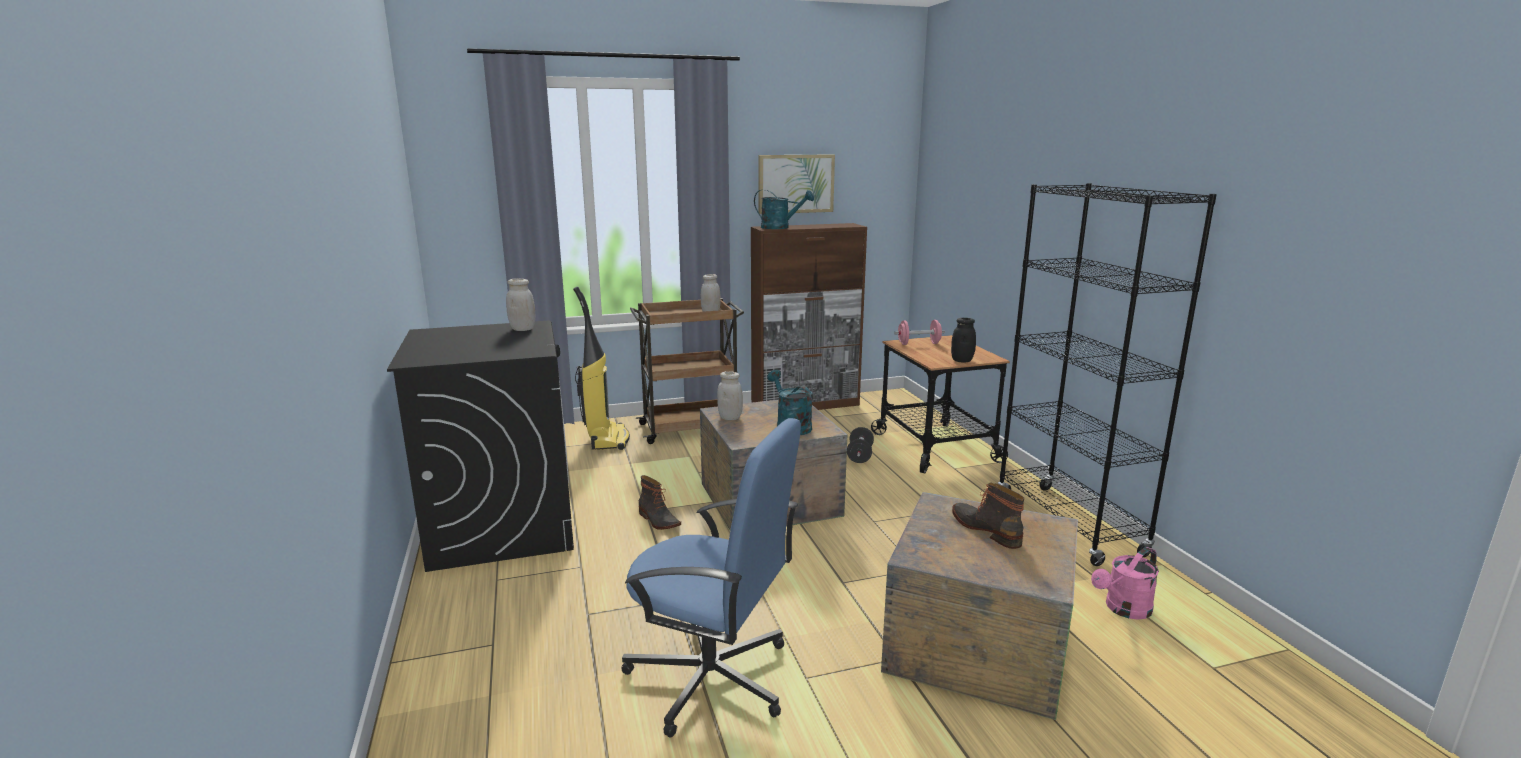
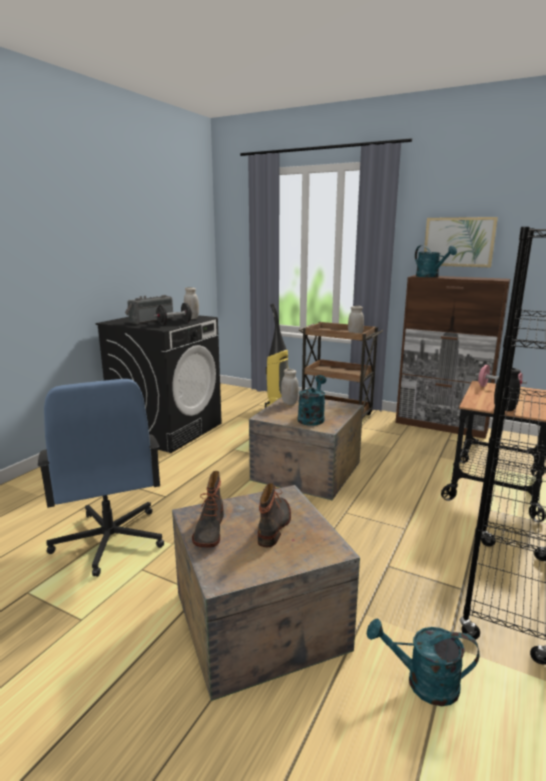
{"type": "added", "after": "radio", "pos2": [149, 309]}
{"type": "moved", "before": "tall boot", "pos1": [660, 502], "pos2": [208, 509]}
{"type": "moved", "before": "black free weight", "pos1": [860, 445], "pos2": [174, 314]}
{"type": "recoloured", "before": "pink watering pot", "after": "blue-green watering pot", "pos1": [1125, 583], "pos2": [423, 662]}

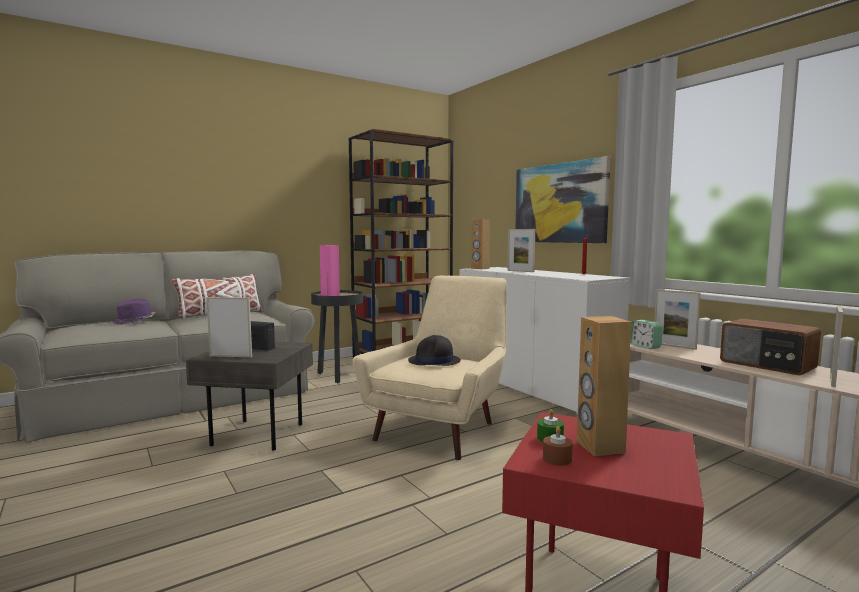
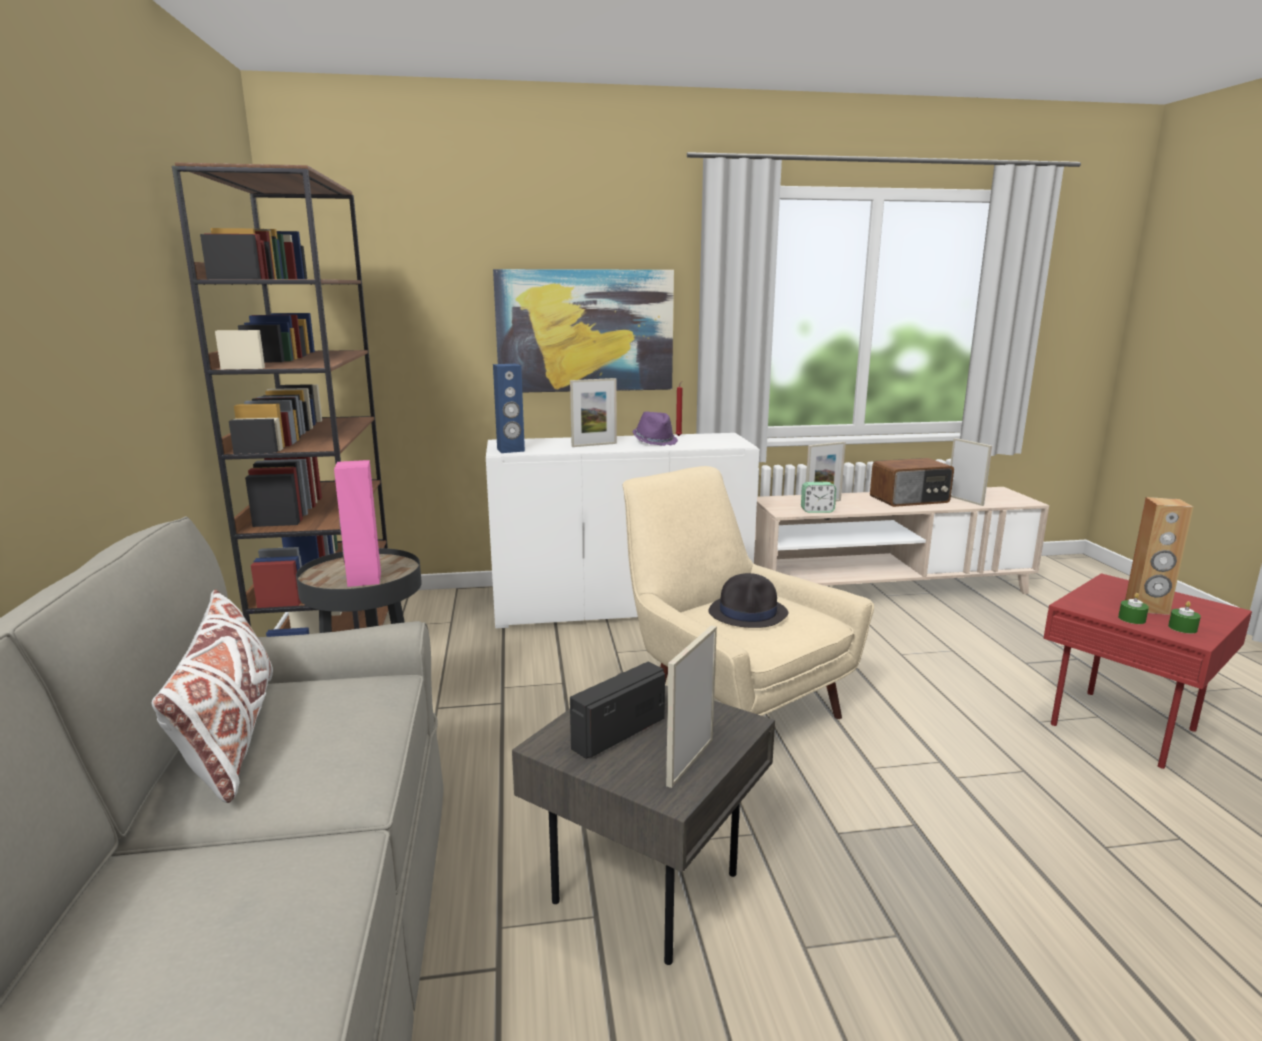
{"type": "moved", "before": "purple-coloured wearable hat", "pos1": [134, 312], "pos2": [655, 429]}
{"type": "recoloured", "before": "brown loudspeaker", "after": "blue-coloured loudspeaker", "pos1": [480, 244], "pos2": [509, 408]}
{"type": "recoloured", "before": "brown candle", "after": "green candle", "pos1": [558, 446], "pos2": [1184, 617]}

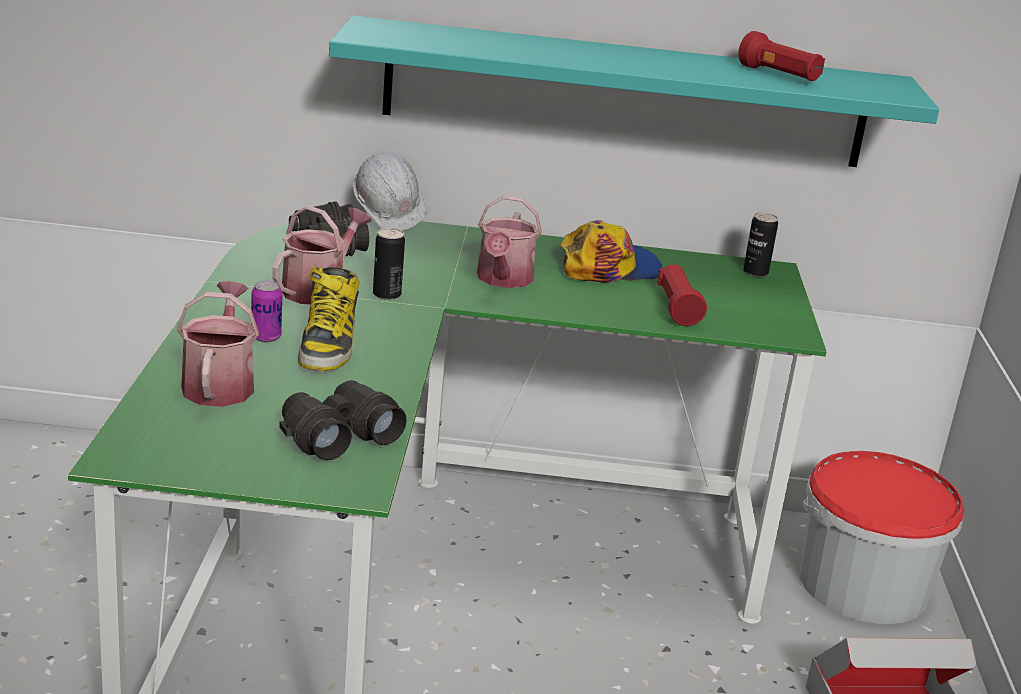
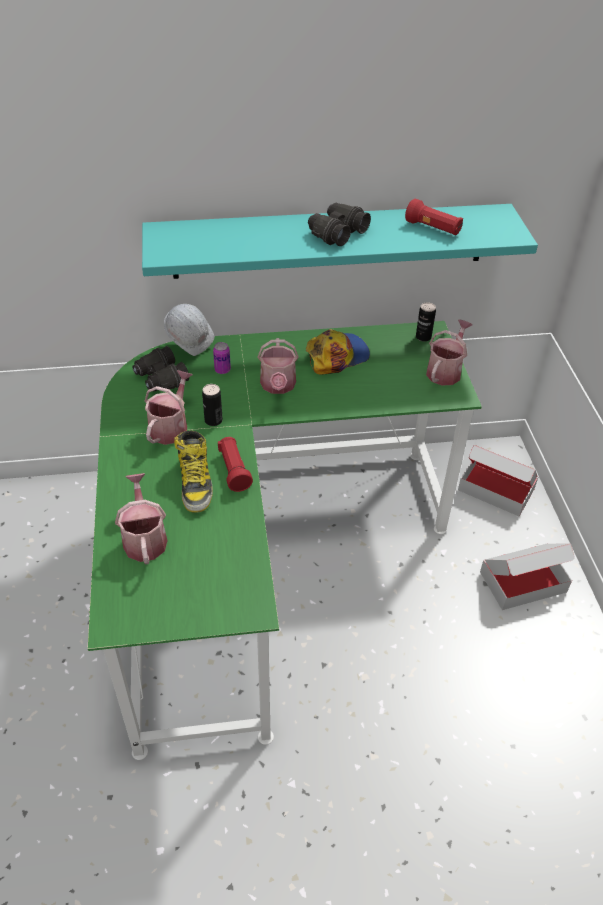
{"type": "added", "after": "watering pot", "pos2": [449, 352]}
{"type": "moved", "before": "can", "pos1": [266, 311], "pos2": [222, 358]}
{"type": "moved", "before": "black field glasses", "pos1": [343, 420], "pos2": [339, 224]}
{"type": "moved", "before": "red torch", "pos1": [682, 295], "pos2": [235, 464]}
{"type": "replaced", "before": "pail", "after": "packing box", "pos1": [882, 537], "pos2": [498, 480]}

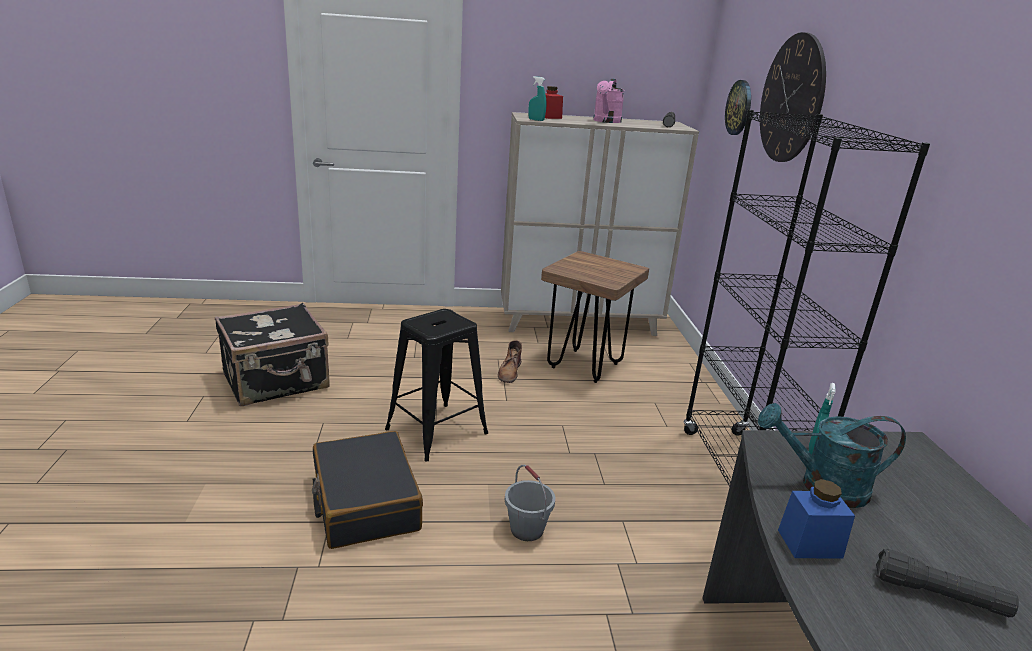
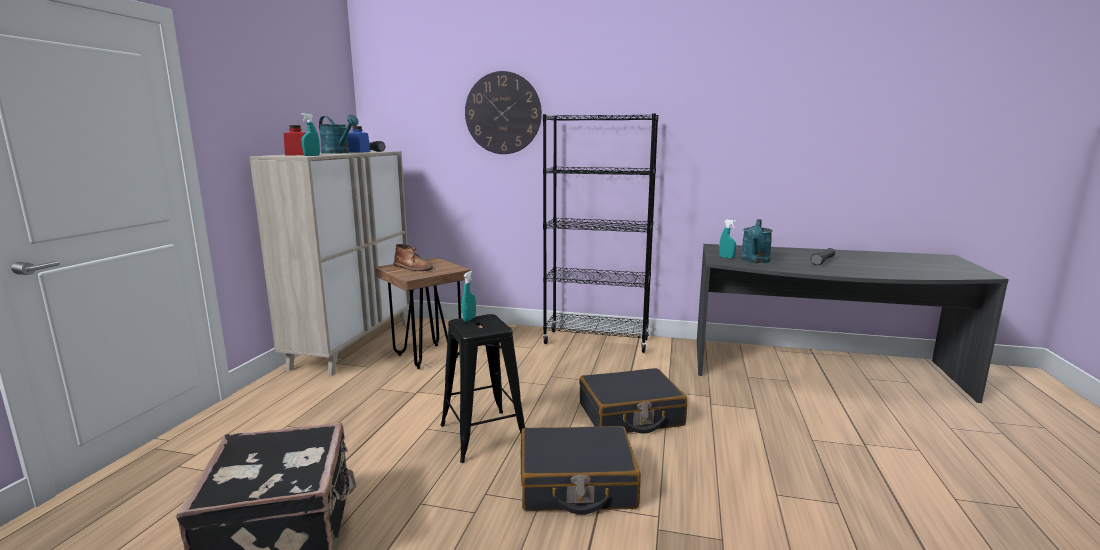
{"type": "removed", "before": "hanging clock", "pos1": [738, 107]}
{"type": "added", "after": "blue-green spray bottle", "pos2": [469, 296]}
{"type": "moved", "before": "brown tall boot", "pos1": [510, 361], "pos2": [413, 257]}
{"type": "moved", "before": "blue-coloured storage jar", "pos1": [816, 518], "pos2": [358, 139]}
{"type": "replaced", "before": "grey pail", "after": "black suitcase", "pos1": [530, 503], "pos2": [633, 401]}
{"type": "recoloured", "before": "pink watering pot", "after": "blue-green watering pot", "pos1": [609, 101], "pos2": [339, 134]}

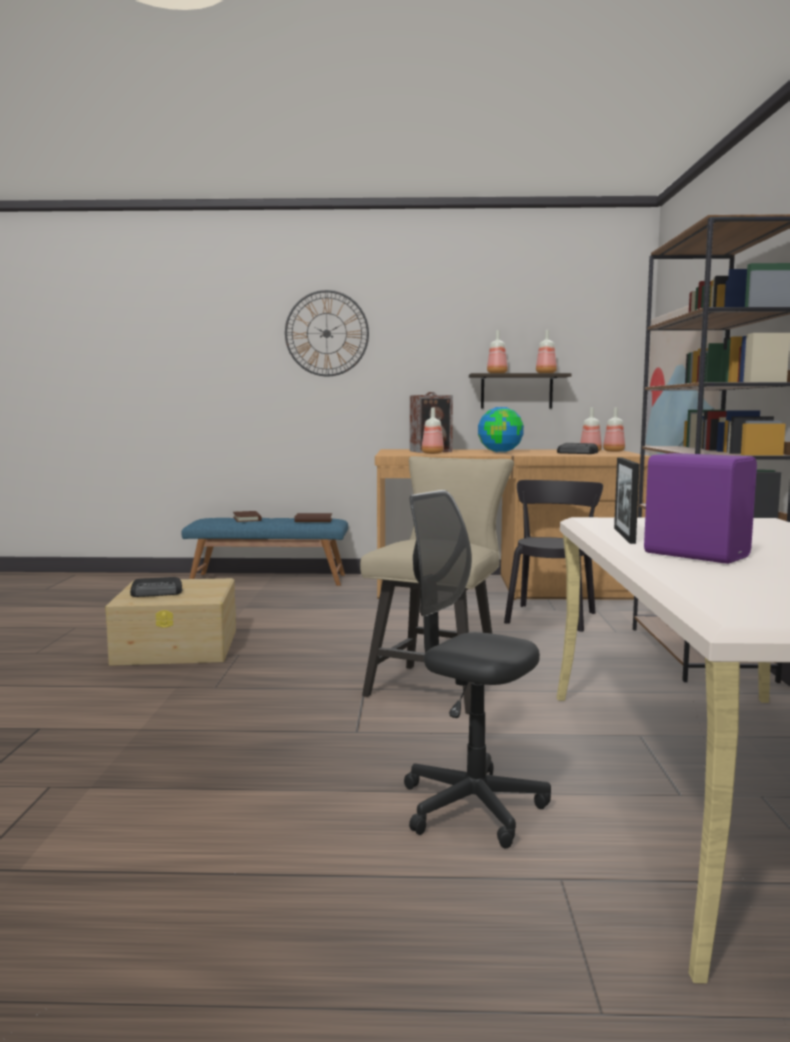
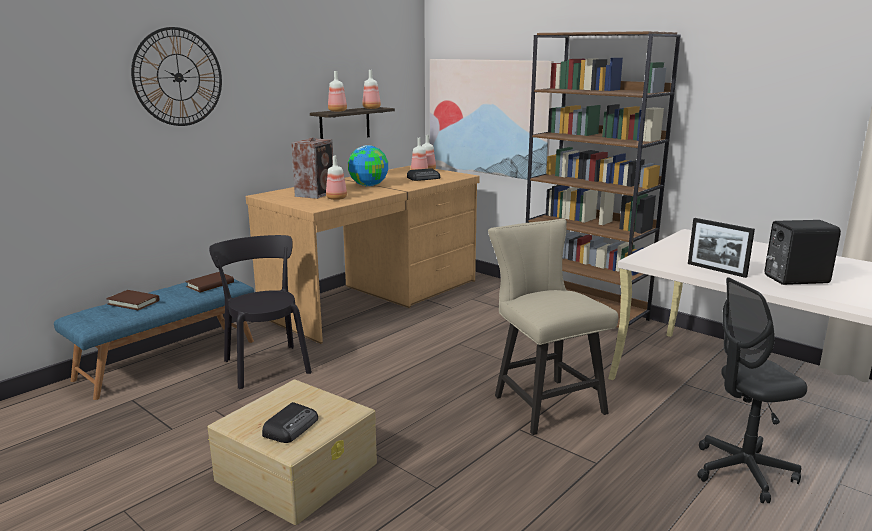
{"type": "moved", "before": "black plain chair", "pos1": [553, 556], "pos2": [260, 312]}
{"type": "recoloured", "before": "purple-coloured loudspeaker", "after": "black loudspeaker", "pos1": [700, 508], "pos2": [803, 252]}

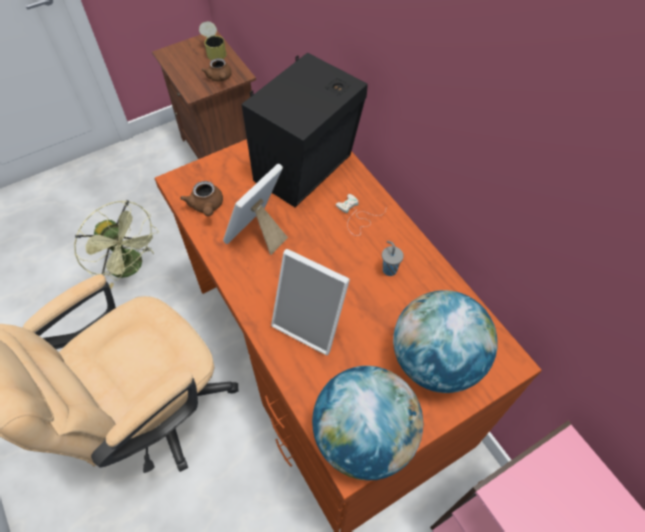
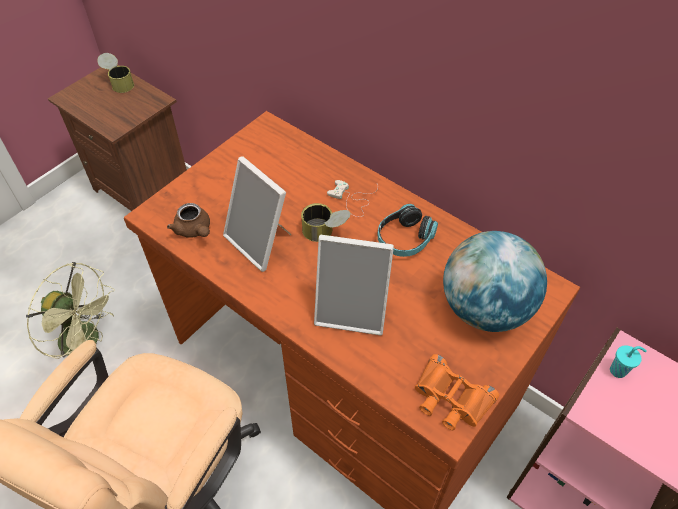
{"type": "removed", "before": "brown tea pot", "pos1": [216, 70]}
{"type": "removed", "before": "black loudspeaker", "pos1": [304, 130]}
{"type": "added", "after": "can", "pos2": [326, 222]}
{"type": "added", "after": "blue-green cup", "pos2": [628, 362]}
{"type": "replaced", "before": "world globe", "after": "orange-coloured field glasses", "pos1": [367, 423], "pos2": [457, 392]}
{"type": "replaced", "before": "grey cup", "after": "pair of headphones", "pos1": [393, 258], "pos2": [408, 230]}
{"type": "turned", "before": "photo frame", "pos1": [255, 209], "pos2": [257, 214], "turn": -60}

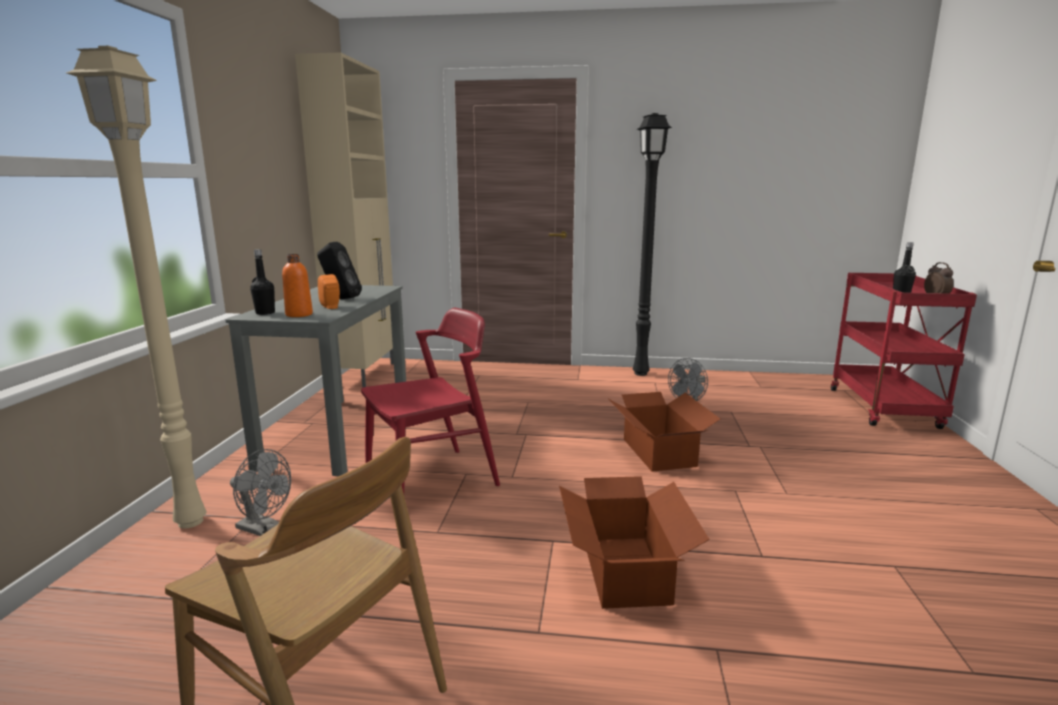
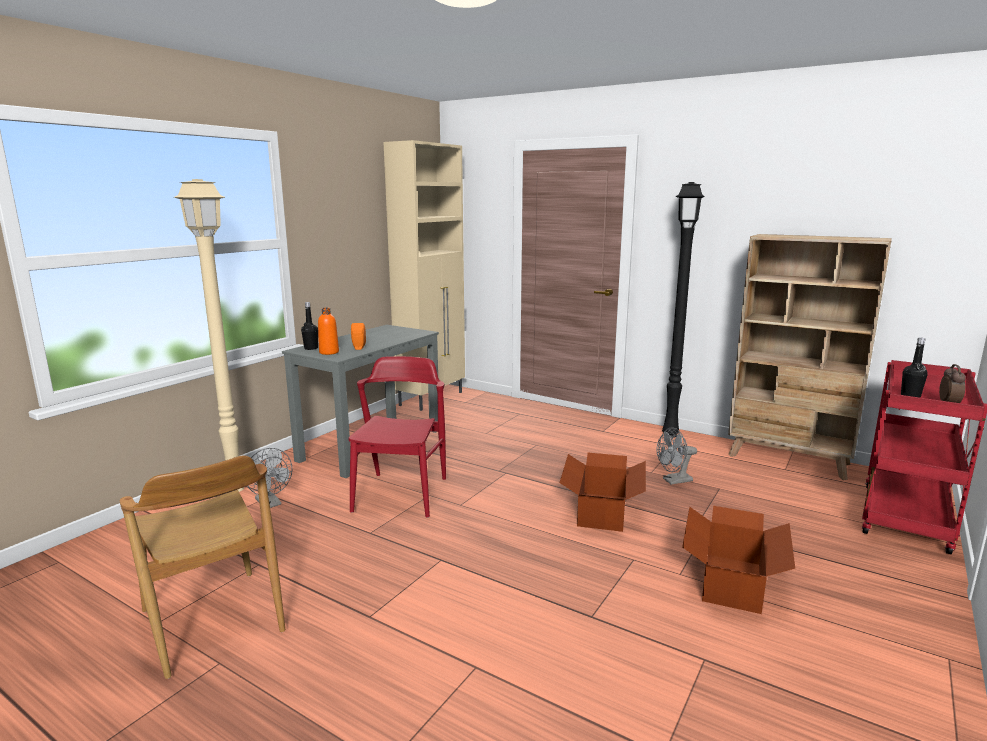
{"type": "removed", "before": "black loudspeaker", "pos1": [339, 270]}
{"type": "added", "after": "beige-coloured bookcase", "pos2": [810, 357]}
{"type": "moved", "before": "packing box", "pos1": [634, 542], "pos2": [738, 560]}
{"type": "turned", "before": "red plain chair", "pos1": [430, 400], "pos2": [397, 437], "turn": -75}

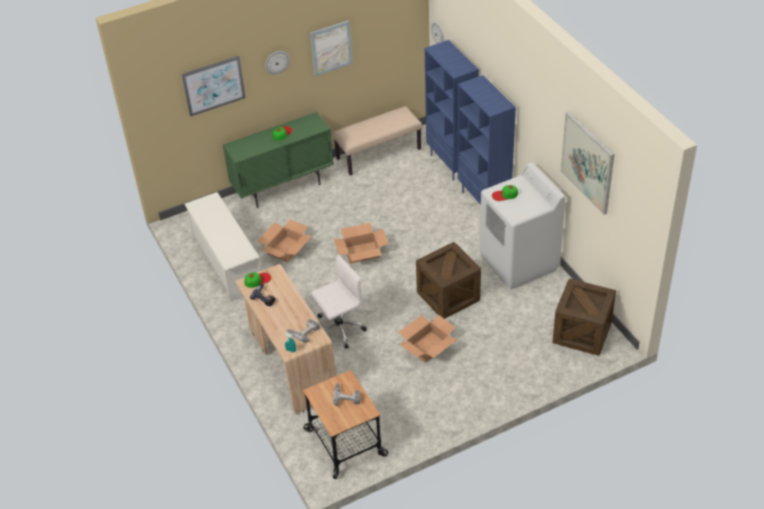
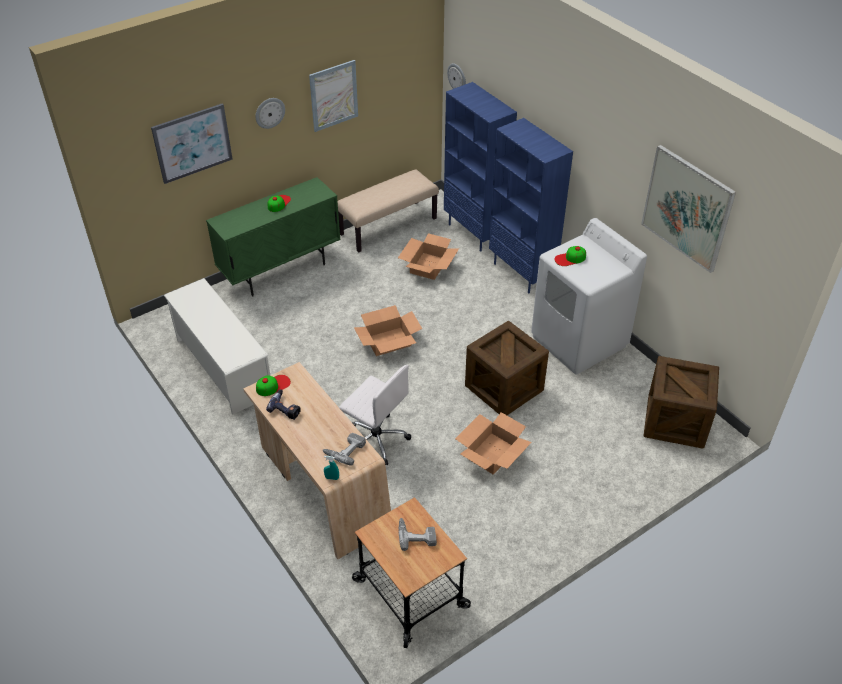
{"type": "moved", "before": "packing box", "pos1": [285, 240], "pos2": [428, 256]}
{"type": "turned", "before": "white-coloured computer chair", "pos1": [338, 301], "pos2": [375, 415], "turn": 75}

